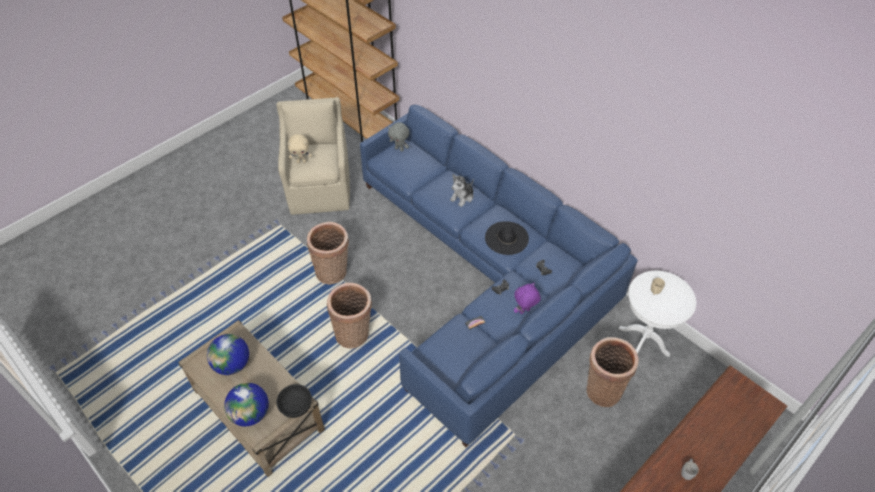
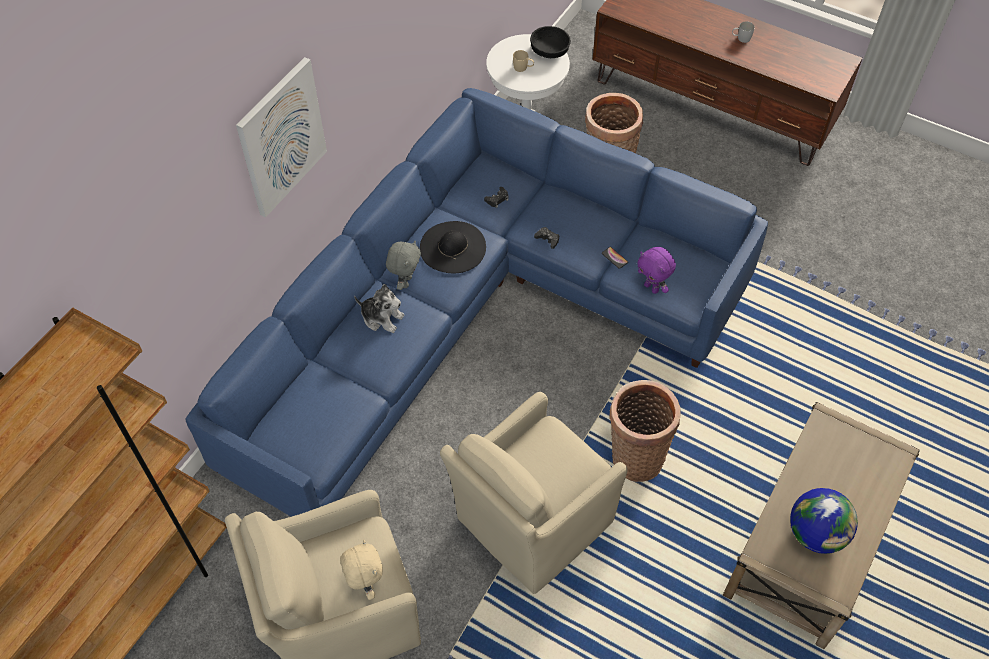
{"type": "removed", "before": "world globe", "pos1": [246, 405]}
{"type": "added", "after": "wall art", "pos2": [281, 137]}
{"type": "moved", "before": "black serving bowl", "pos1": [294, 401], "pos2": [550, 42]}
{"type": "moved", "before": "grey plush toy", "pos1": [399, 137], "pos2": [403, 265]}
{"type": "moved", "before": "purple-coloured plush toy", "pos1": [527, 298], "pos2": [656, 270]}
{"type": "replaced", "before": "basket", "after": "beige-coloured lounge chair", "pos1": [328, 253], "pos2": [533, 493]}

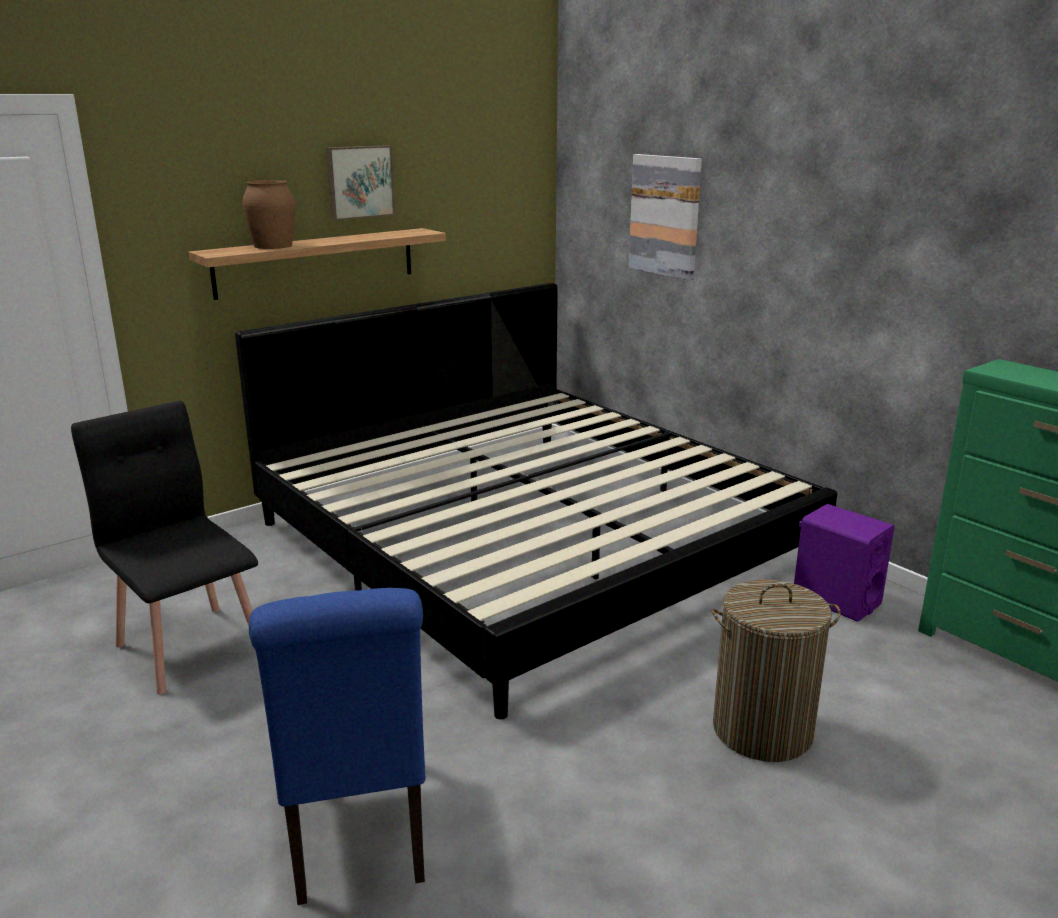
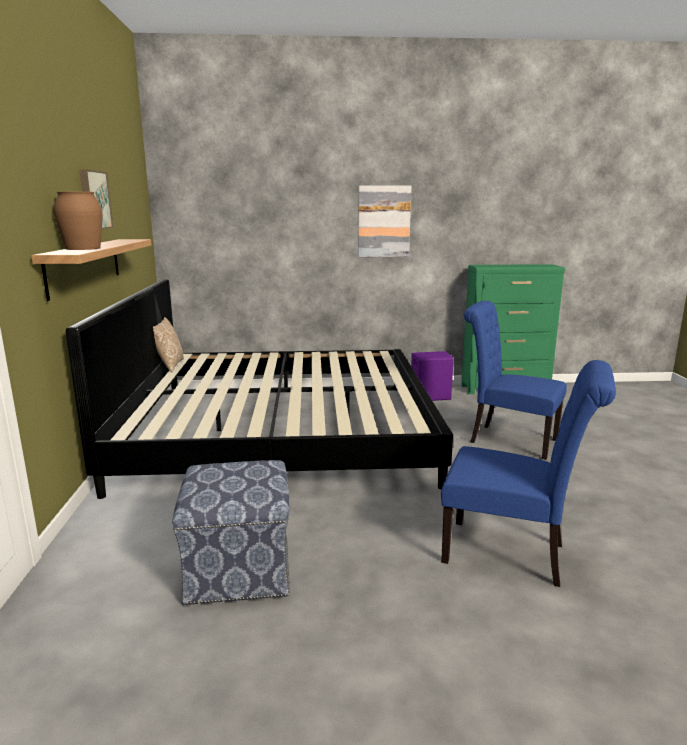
{"type": "added", "after": "pillow", "pos2": [168, 344]}
{"type": "moved", "before": "wall art", "pos1": [665, 217], "pos2": [384, 221]}
{"type": "replaced", "before": "black plain chair", "after": "ottoman", "pos1": [164, 548], "pos2": [231, 532]}
{"type": "replaced", "before": "laundry basket", "after": "blue-coloured plain chair", "pos1": [776, 671], "pos2": [515, 380]}

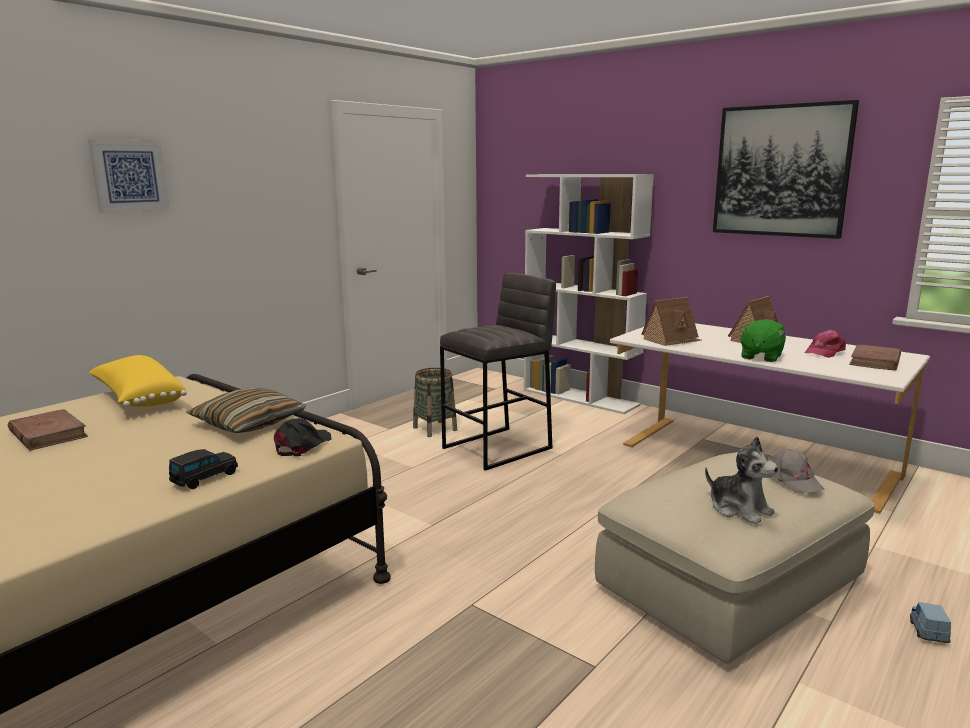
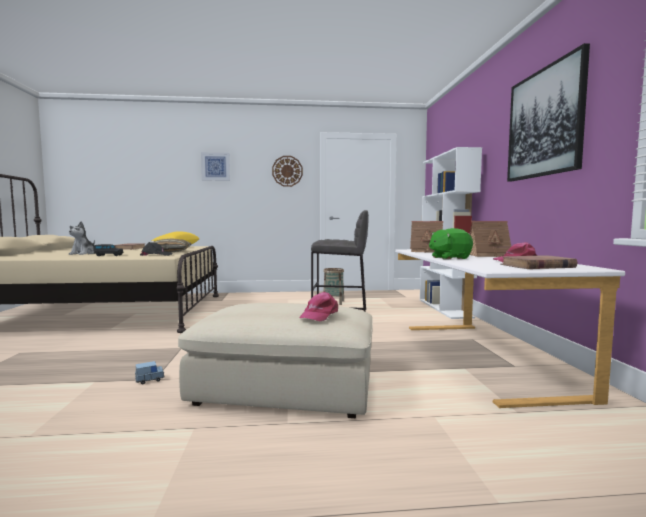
{"type": "added", "after": "hanging clock", "pos2": [287, 171]}
{"type": "moved", "before": "plush toy", "pos1": [741, 480], "pos2": [82, 238]}
{"type": "moved", "before": "blue-coloured miniature car", "pos1": [930, 622], "pos2": [150, 372]}
{"type": "recoloured", "before": "grey peaked cap", "after": "pink peaked cap", "pos1": [797, 471], "pos2": [318, 306]}

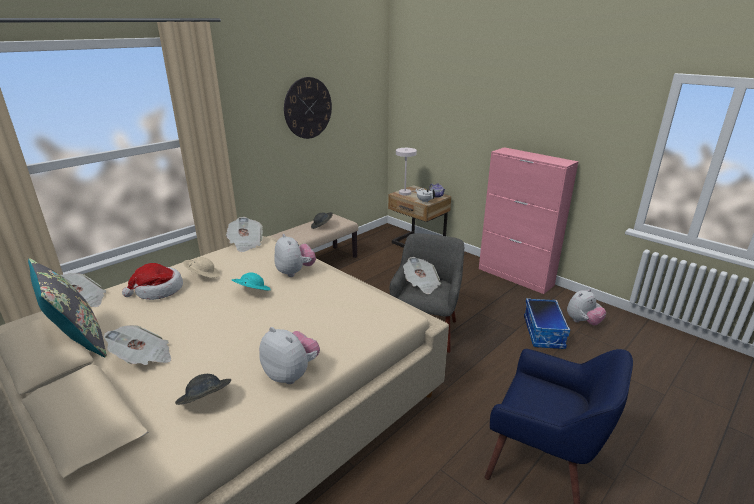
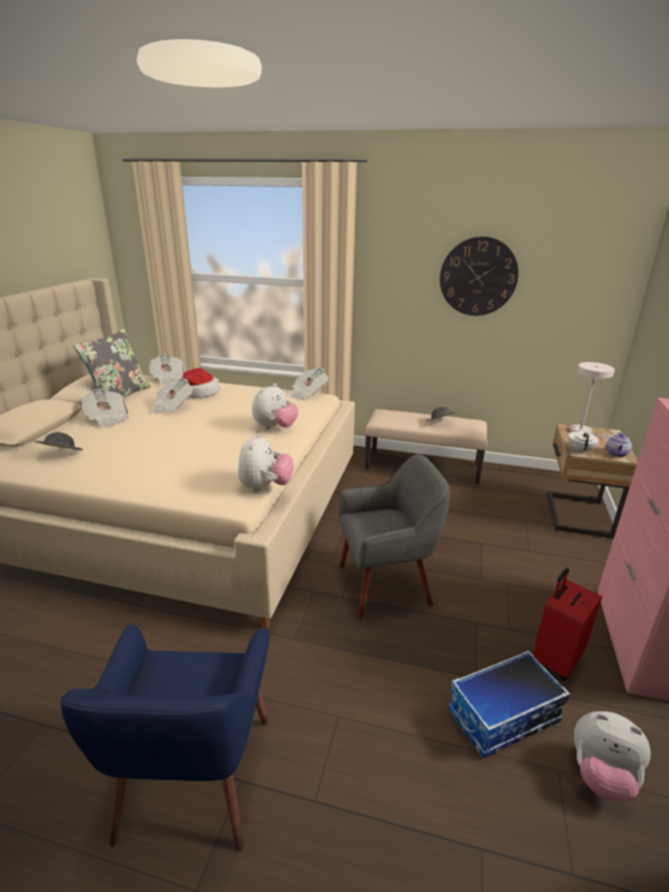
{"type": "removed", "before": "beige-coloured wearable hat", "pos1": [201, 267]}
{"type": "removed", "before": "blue-green wearable hat", "pos1": [251, 281]}
{"type": "added", "after": "red suitcase", "pos2": [567, 624]}
{"type": "moved", "before": "plush toy", "pos1": [289, 355], "pos2": [266, 462]}
{"type": "moved", "before": "newspaper", "pos1": [422, 275], "pos2": [171, 396]}

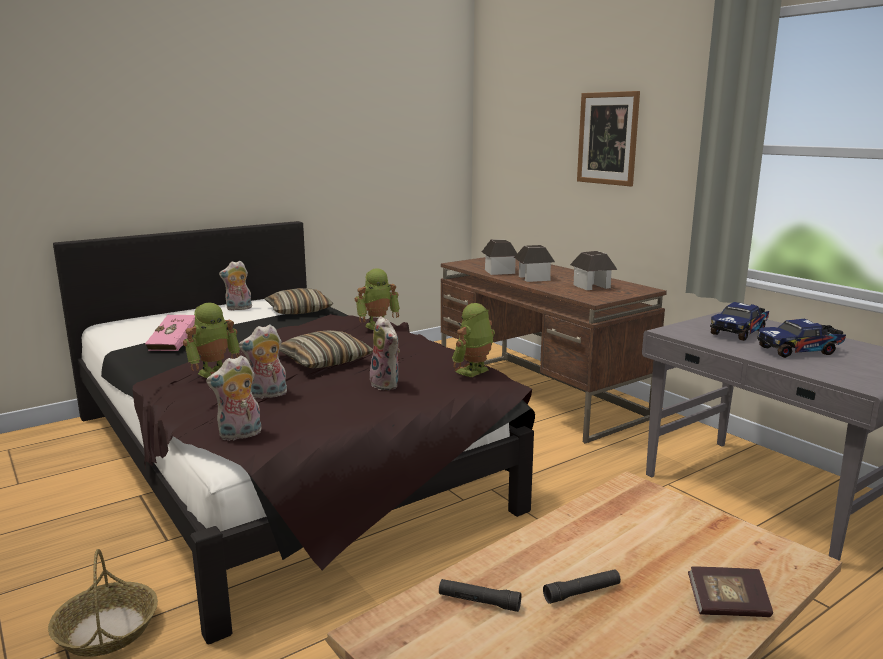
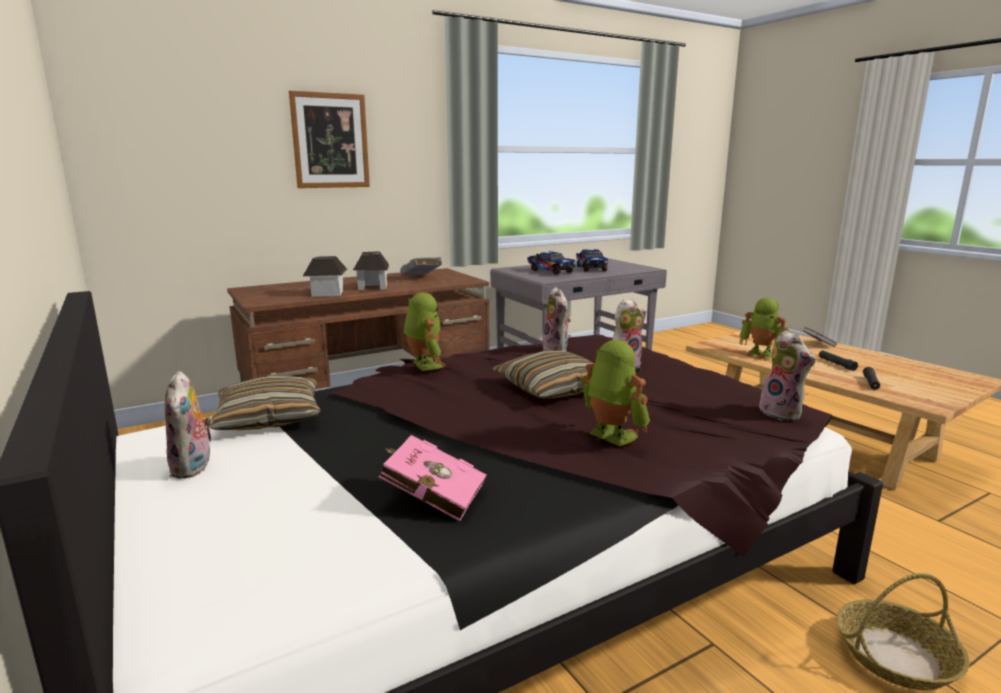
{"type": "moved", "before": "plush toy", "pos1": [263, 361], "pos2": [556, 319]}
{"type": "moved", "before": "model robot", "pos1": [473, 340], "pos2": [764, 328]}
{"type": "replaced", "before": "model house", "after": "grey book", "pos1": [594, 270], "pos2": [421, 266]}

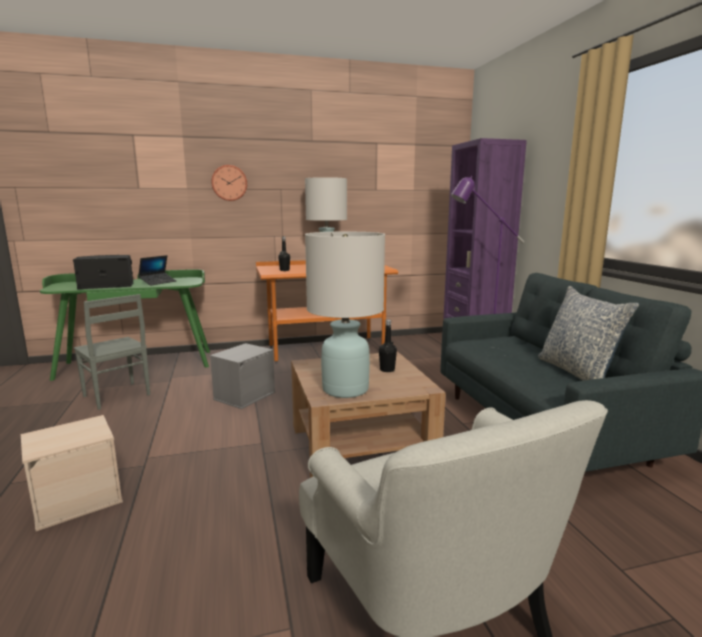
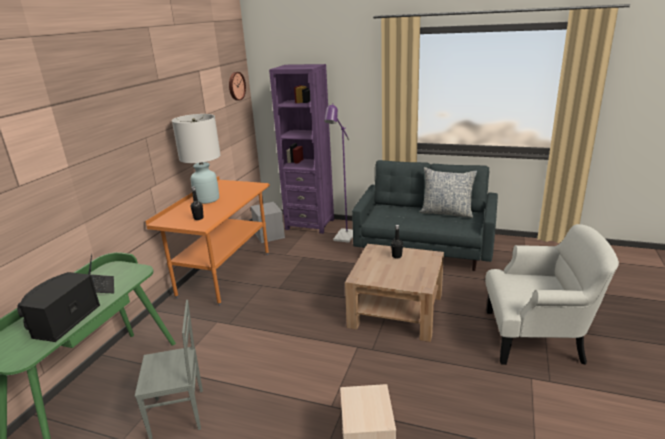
{"type": "removed", "before": "white-coloured table lamp", "pos1": [345, 315]}
{"type": "moved", "before": "grey storage box", "pos1": [242, 376], "pos2": [268, 222]}
{"type": "moved", "before": "hanging clock", "pos1": [229, 183], "pos2": [237, 86]}

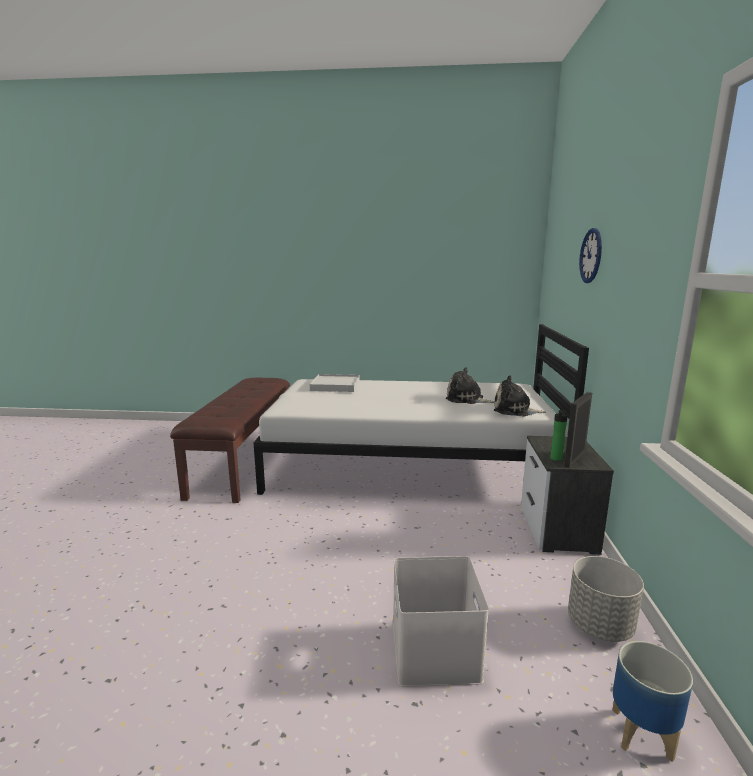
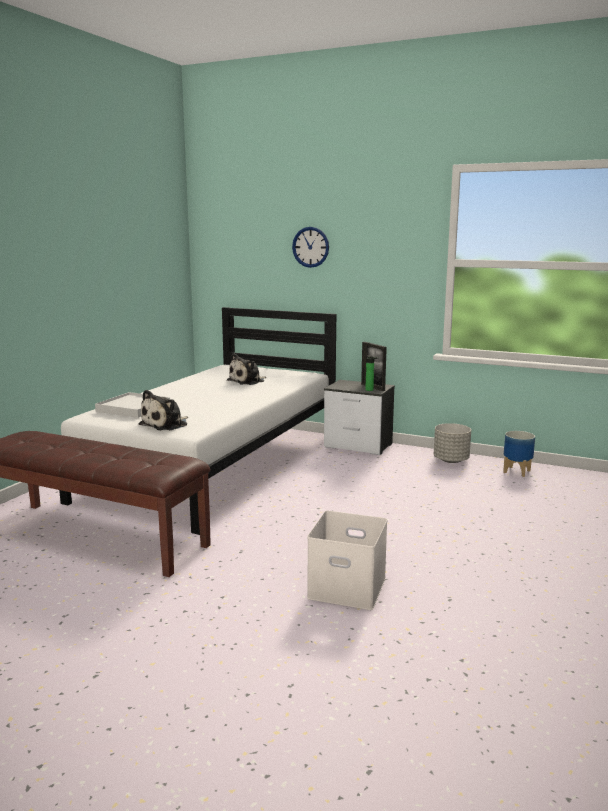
{"type": "moved", "before": "white-coloured storage box", "pos1": [441, 621], "pos2": [347, 560]}
{"type": "moved", "before": "plush toy", "pos1": [520, 396], "pos2": [163, 410]}

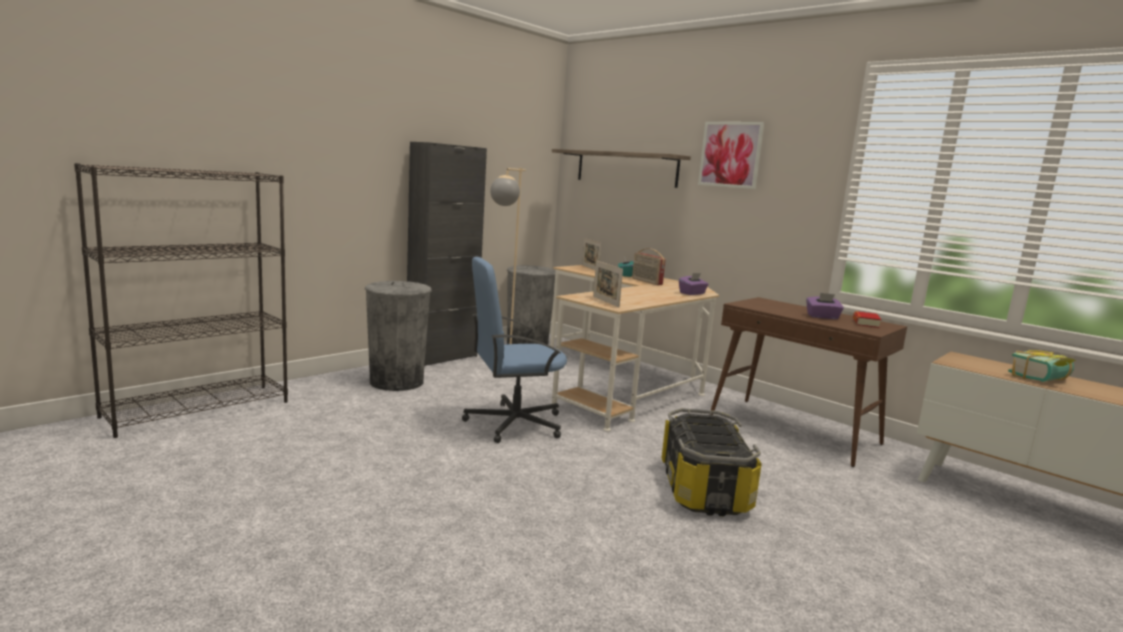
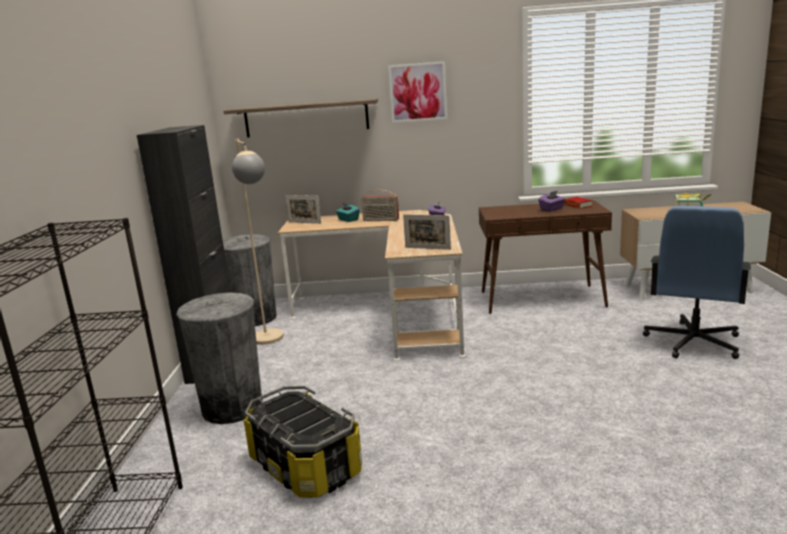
{"type": "moved", "before": "blue-coloured computer chair", "pos1": [514, 350], "pos2": [697, 282]}
{"type": "moved", "before": "storage box", "pos1": [712, 462], "pos2": [302, 442]}

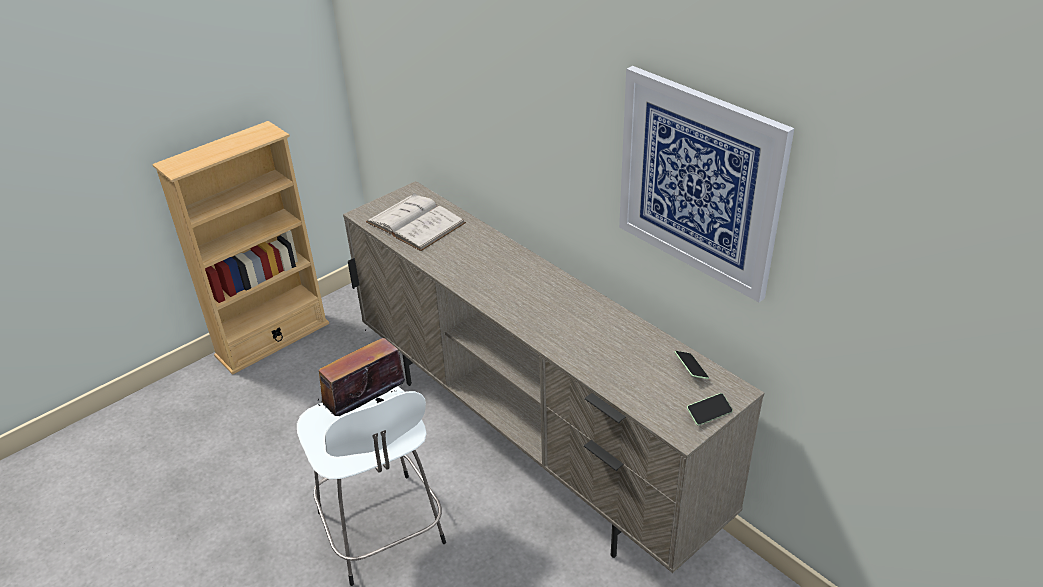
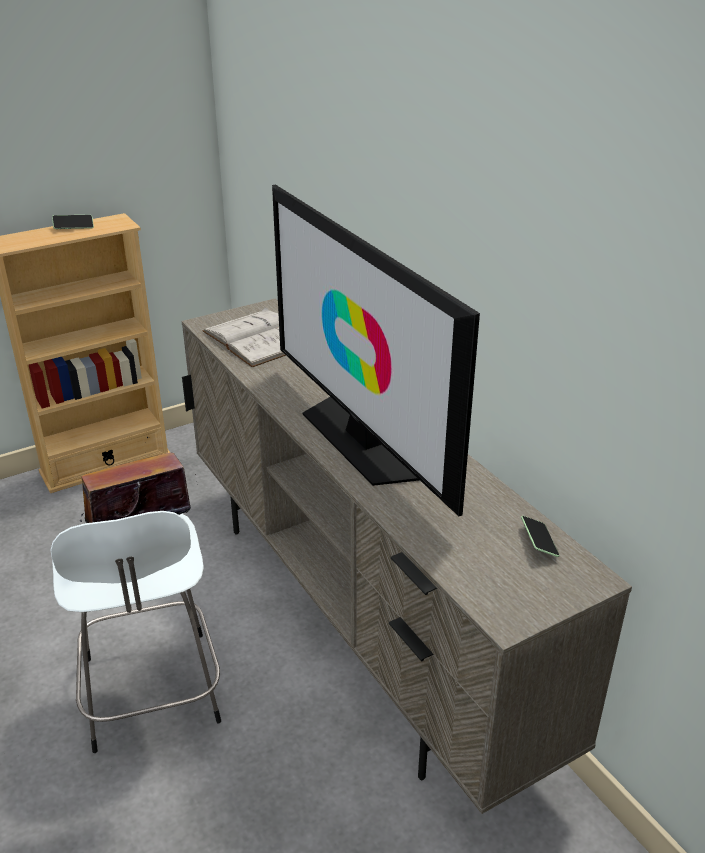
{"type": "removed", "before": "wall art", "pos1": [706, 184]}
{"type": "added", "after": "TV set", "pos2": [376, 350]}
{"type": "moved", "before": "telephone", "pos1": [710, 409], "pos2": [73, 222]}

